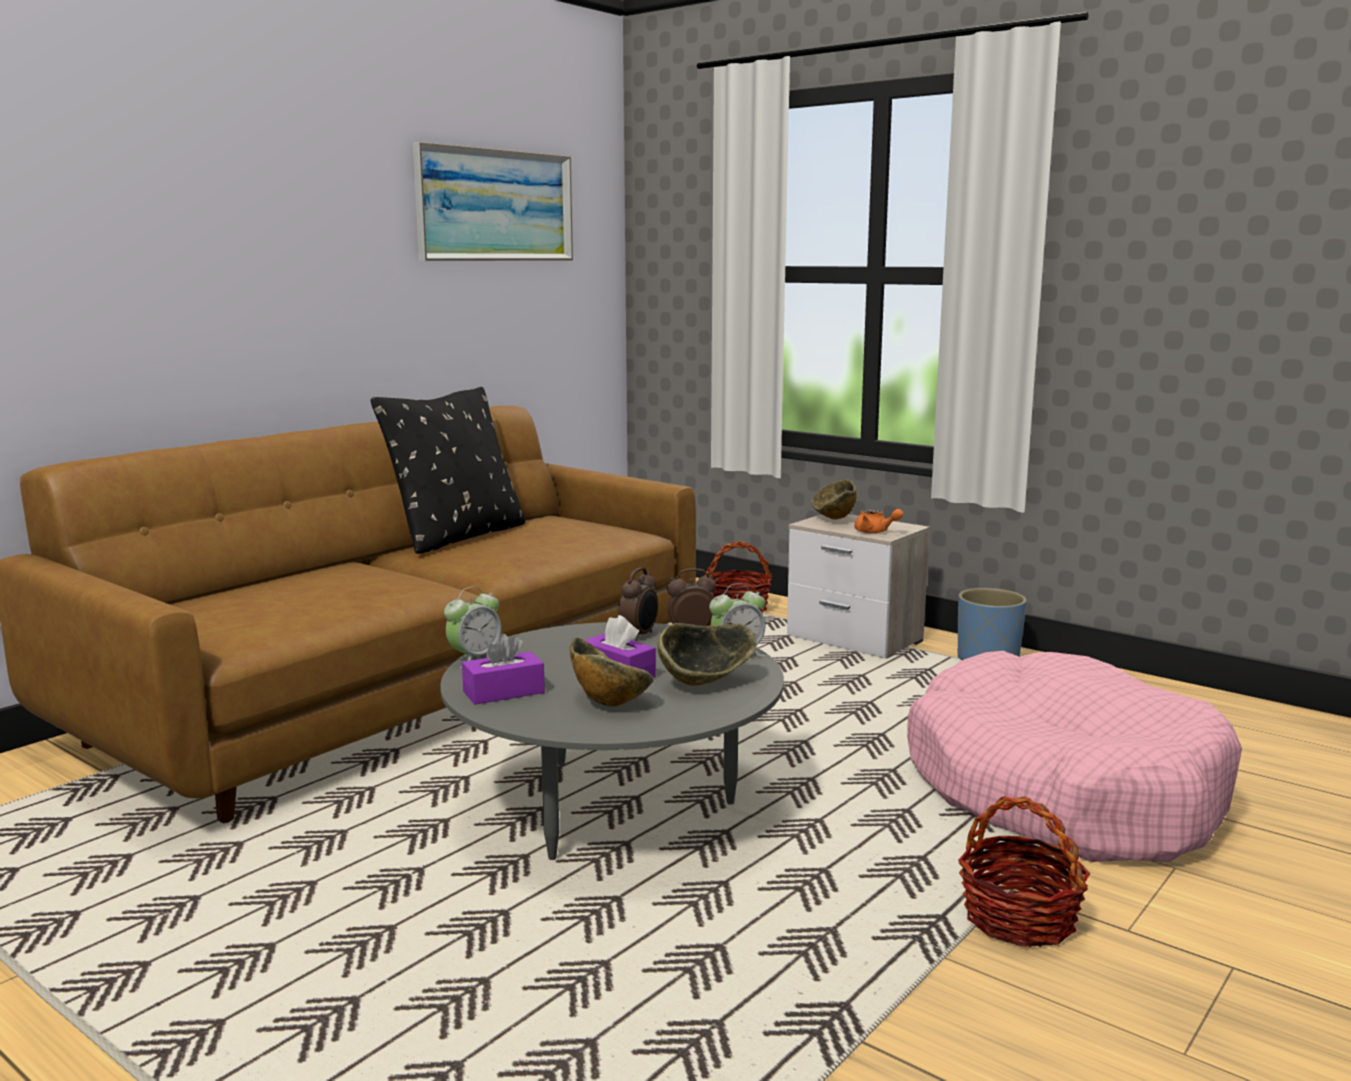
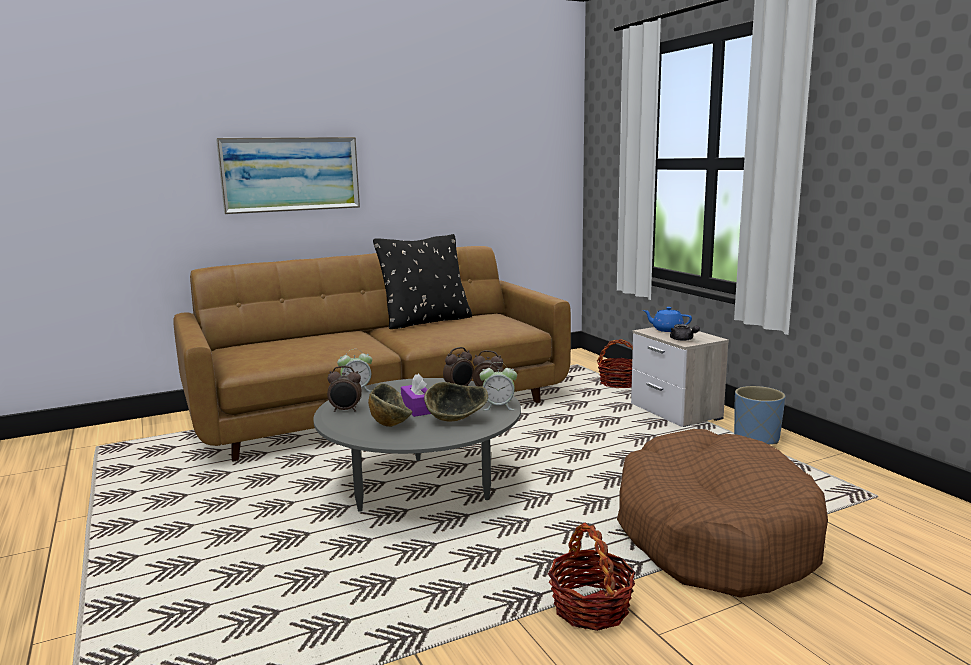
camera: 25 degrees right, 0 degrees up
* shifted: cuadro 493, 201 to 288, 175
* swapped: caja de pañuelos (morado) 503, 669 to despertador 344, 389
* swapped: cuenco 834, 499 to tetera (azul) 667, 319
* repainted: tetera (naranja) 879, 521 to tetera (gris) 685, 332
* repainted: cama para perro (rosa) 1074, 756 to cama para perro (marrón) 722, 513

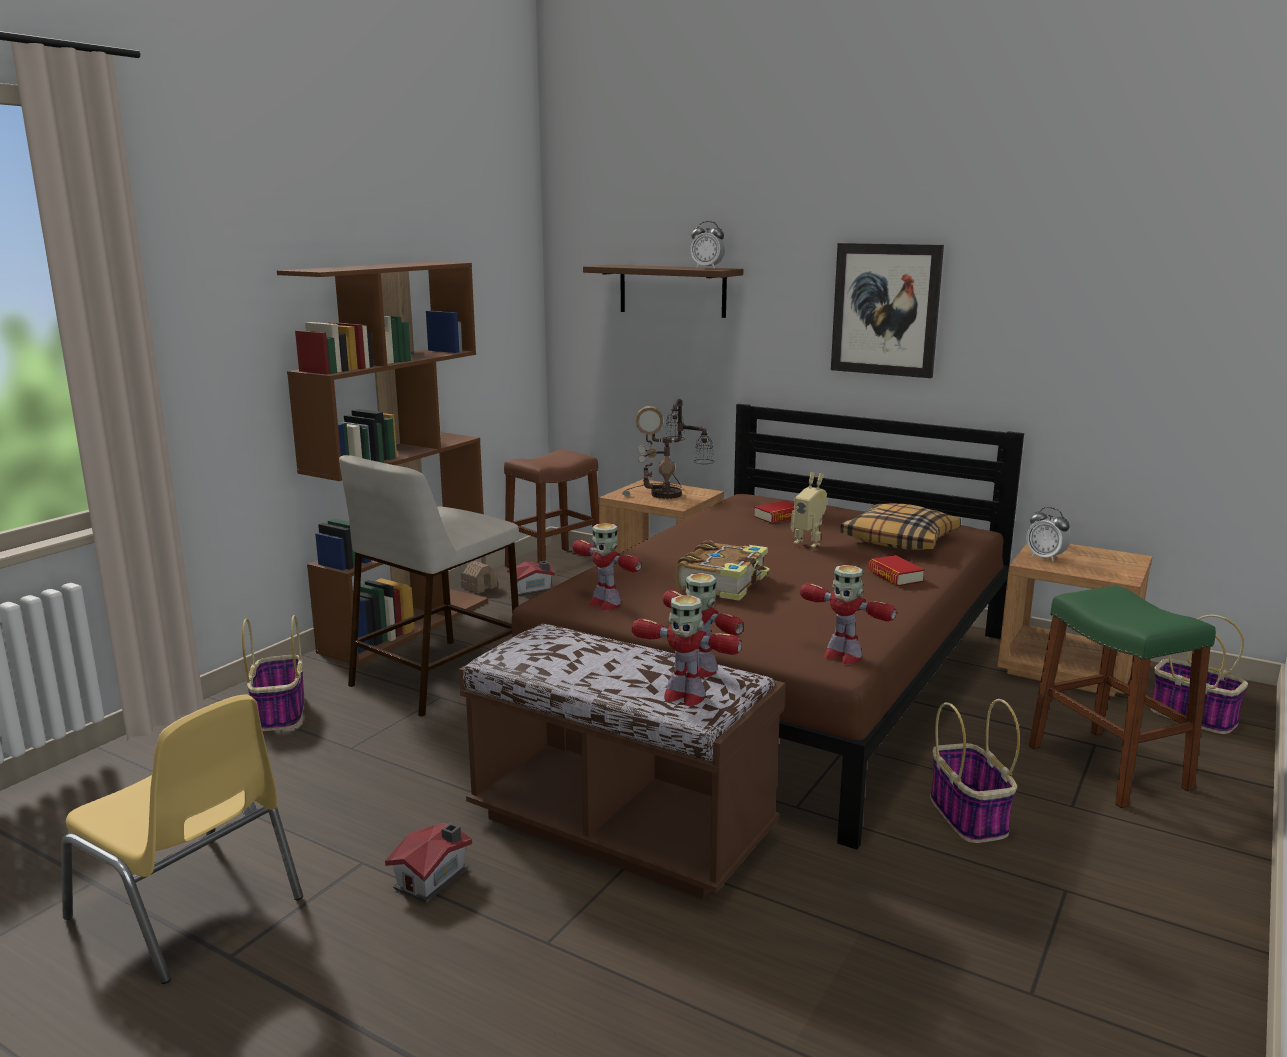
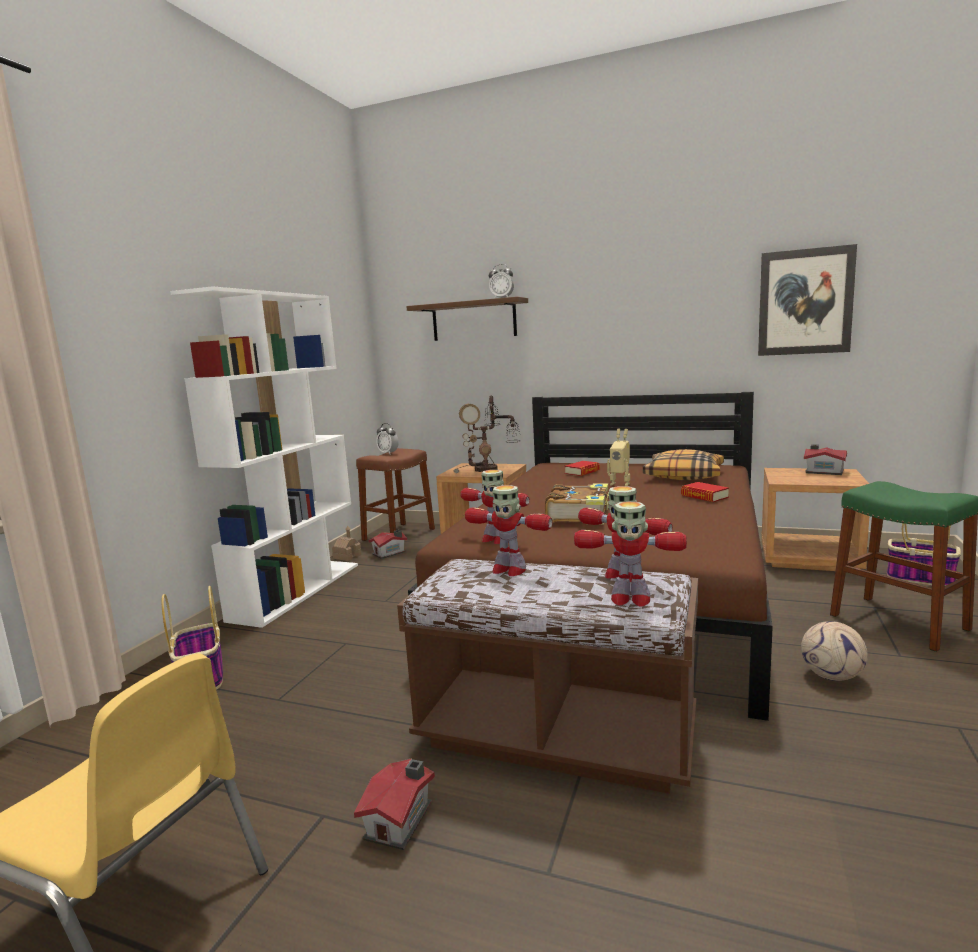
camera: 10 degrees left, 5 degrees down
* repainted: estantería (marrón) 382, 463 to estantería (blanco) 264, 457
* gone: taburete (beis) 429, 586
* shifted: robot de juguete 848, 614 to 509, 530
* shifted: cuadro 887, 310 to 807, 300
* swapped: cesta 975, 771 to balón de fútbol 834, 651
* shifted: despertador 1048, 534 to 387, 439
* new: casita 825, 459

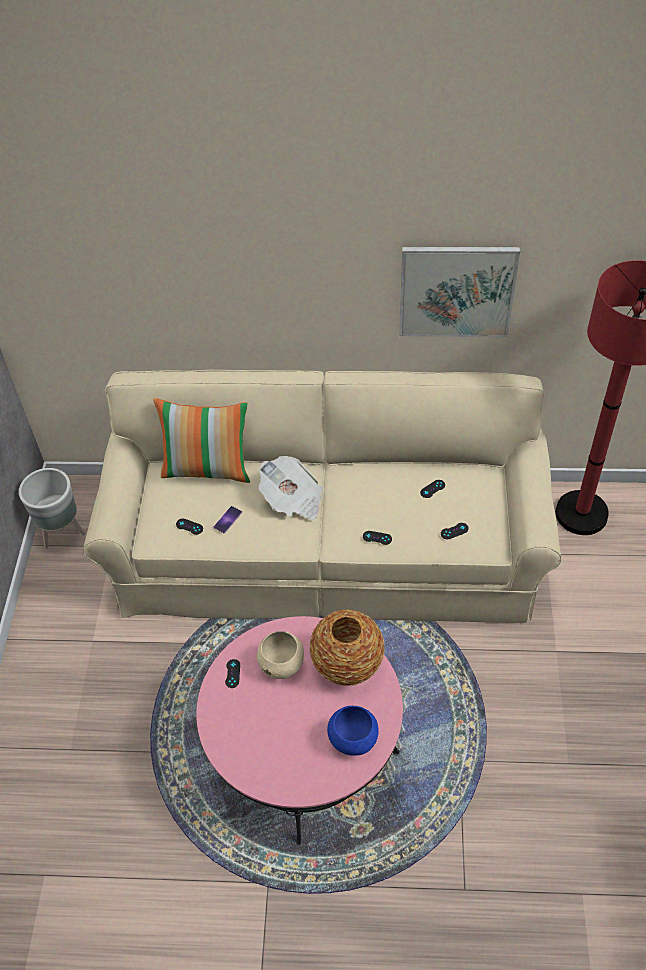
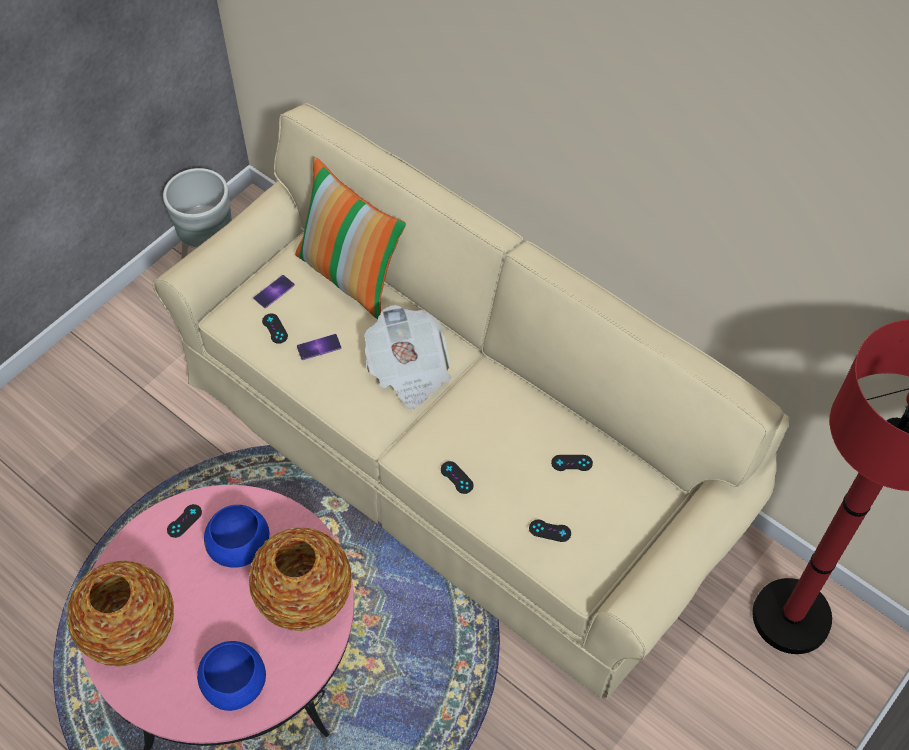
camera: 35 degrees right, 5 degrees up
* repainted: cuenco (beis) 280, 655 to cuenco (azul) 236, 536
* gone: cuadro 459, 292
* new: florero 120, 613
* new: móvil 274, 291

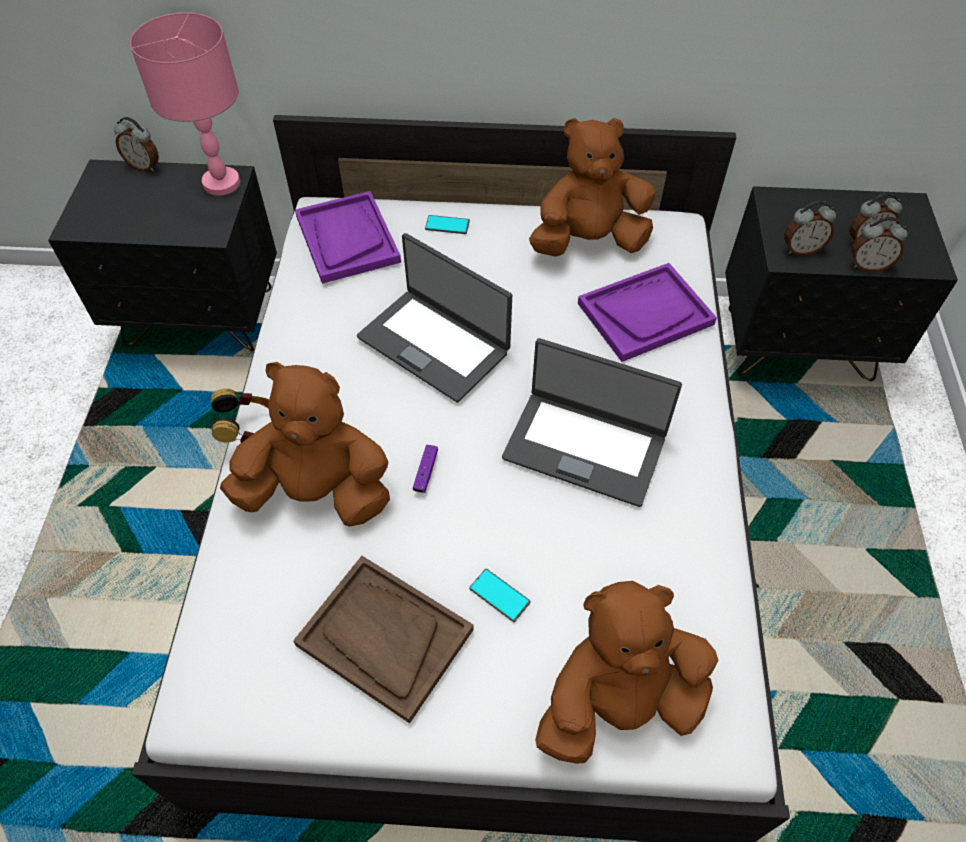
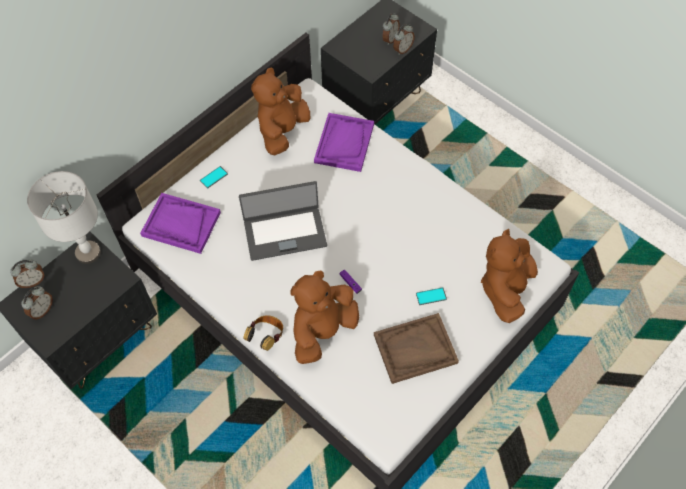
camera: 50 degrees left, 5 degrees up
* repainted: lámpara de mesa (rosa) 185, 104 to lámpara de mesa (gris) 64, 217
* gone: portátil 592, 422
* shifted: despertador 810, 228 to 37, 303

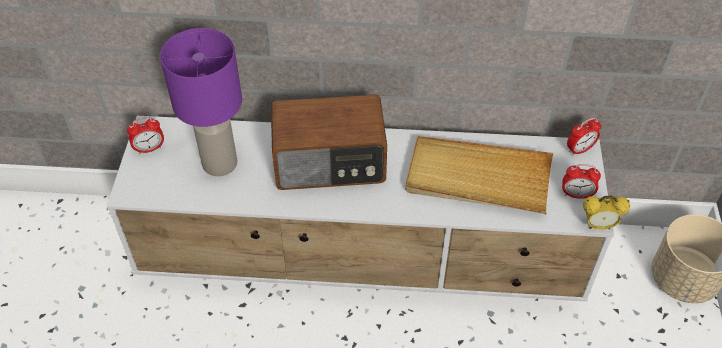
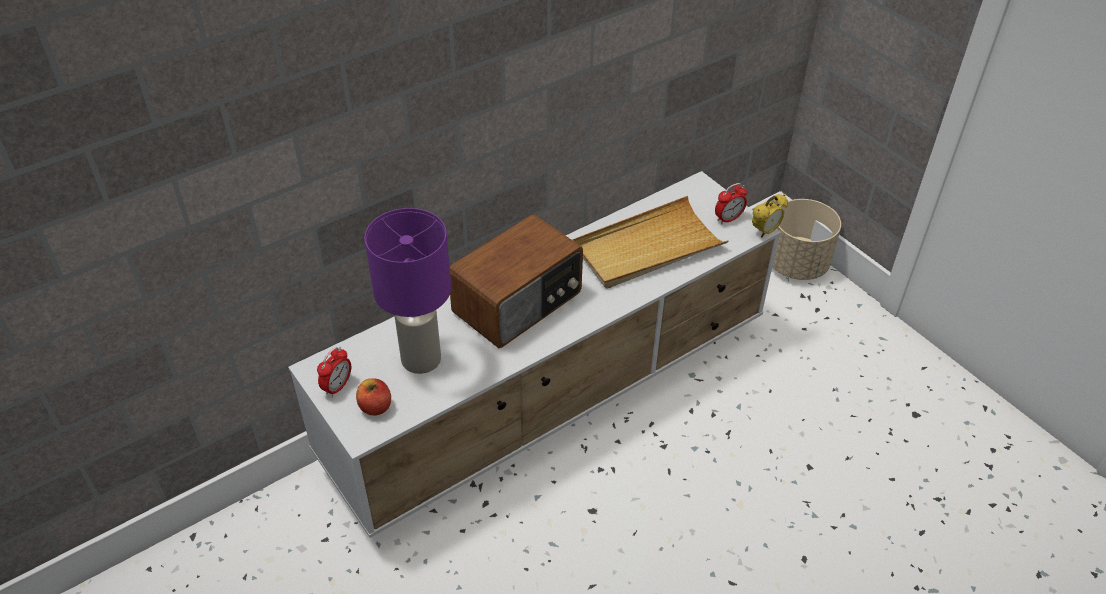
camera: 40 degrees left, 5 degrees down
* gone: despertador 584, 137
* new: manzana 373, 397

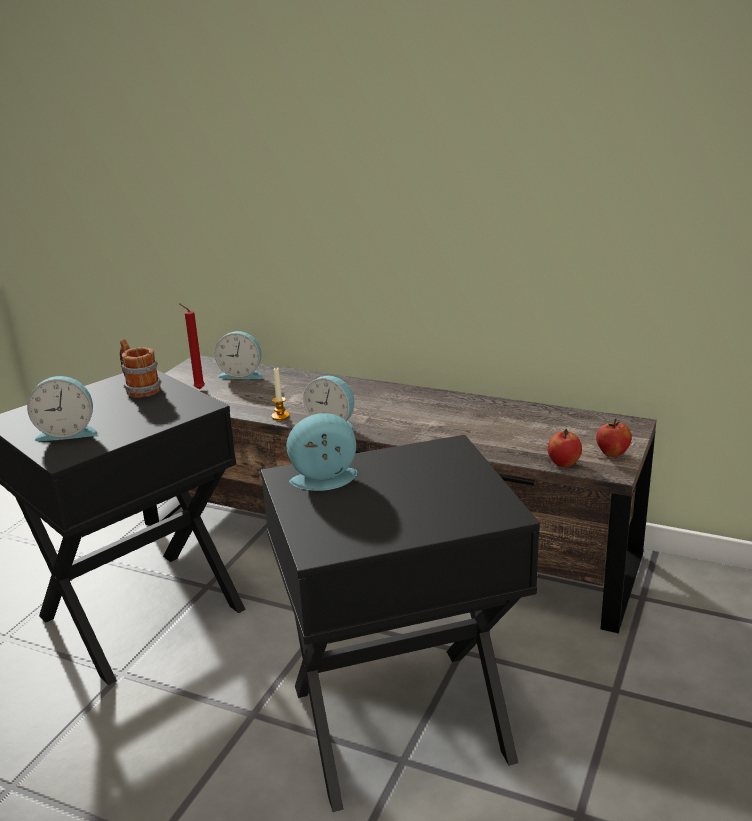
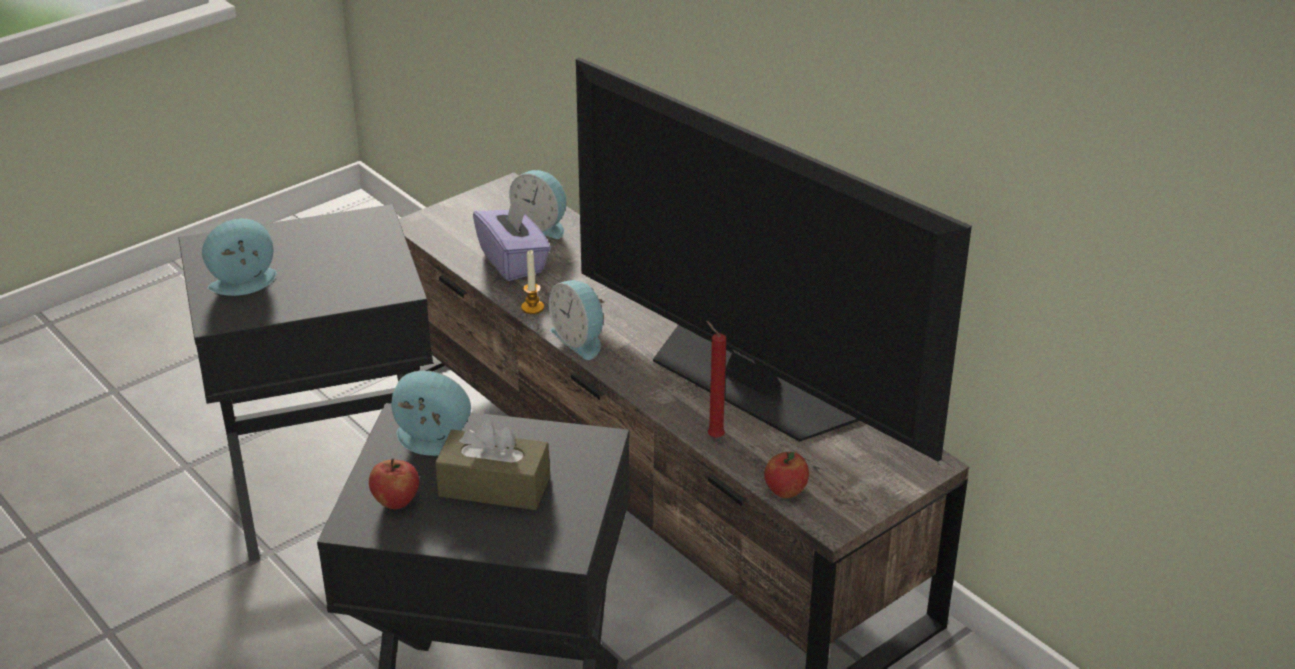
camera: 25 degrees right, 10 degrees up
* rotated: despertador 62, 409 = 239, 257 135 degrees clockwise
* gone: taza grande 141, 368
* shifted: vela (rojo) 192, 346 to 716, 379
* shifted: manzana 614, 437 to 394, 483
* new: caja de pañuelos (marrón) 492, 465
* new: caja de pañuelos (morado) 512, 239
* new: televisor 774, 259

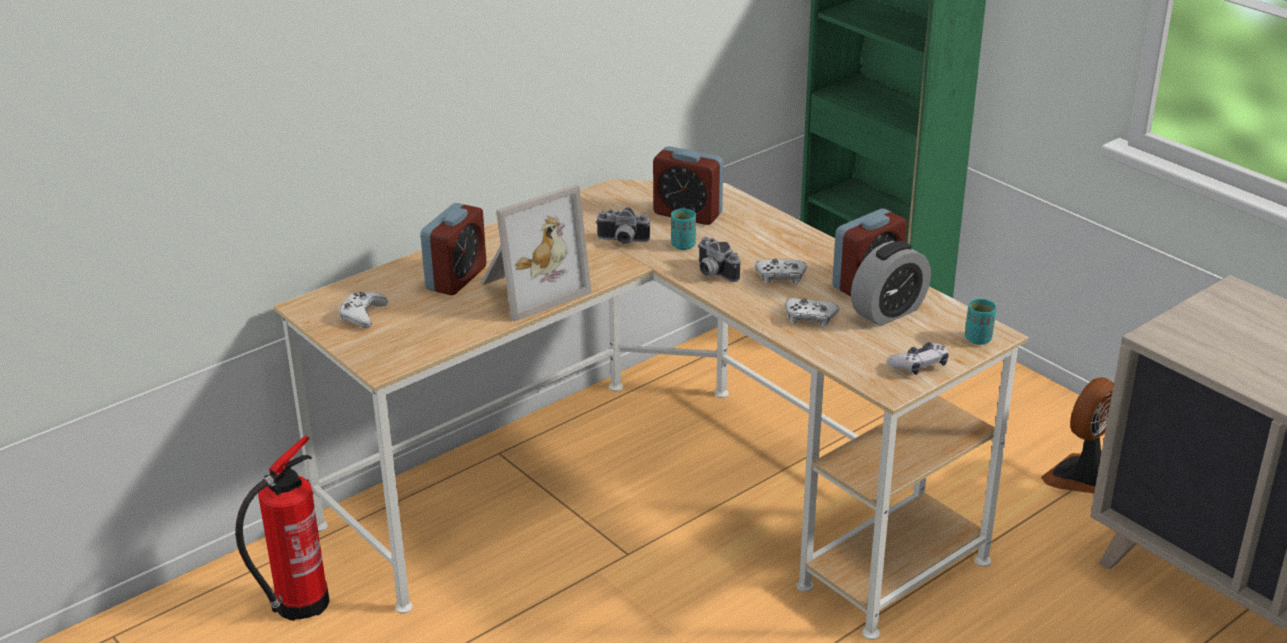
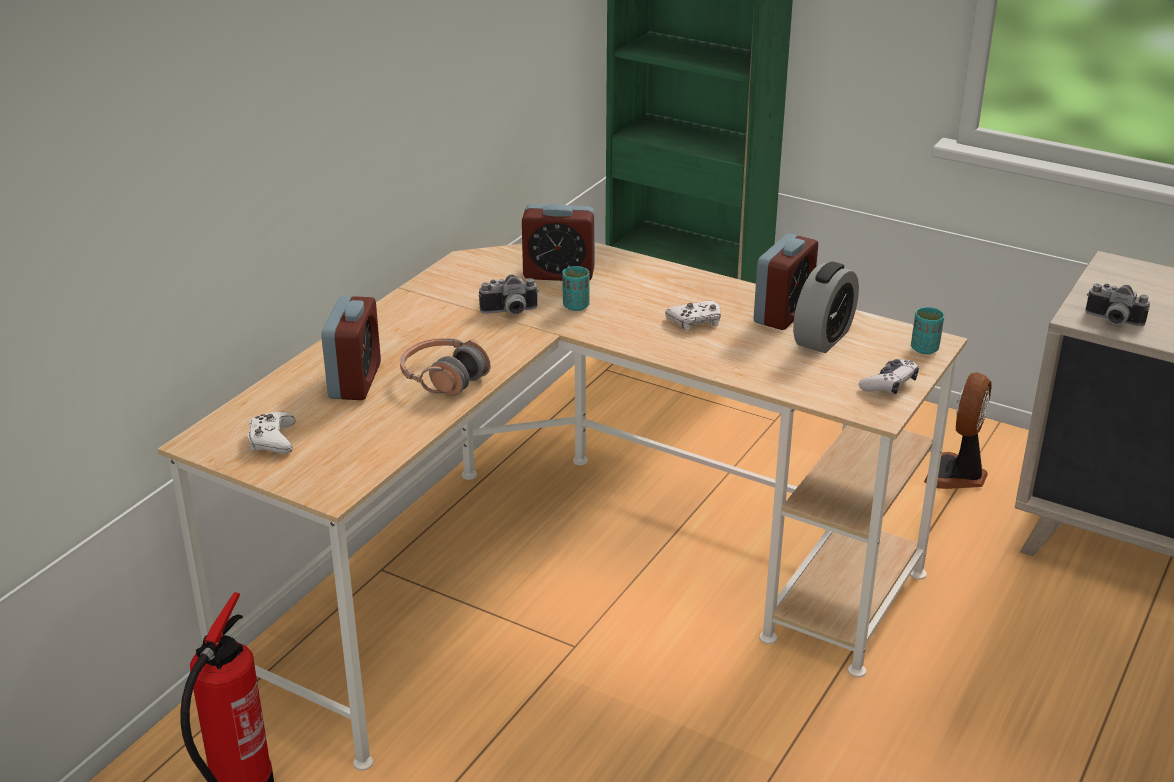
camera: 20 degrees left, 0 degrees up
* swapped: portarretratos 536, 252 to auriculares 445, 367
* shifted: cámara 719, 259 to 1117, 305
* gone: mando de consola (blanco) 812, 313

